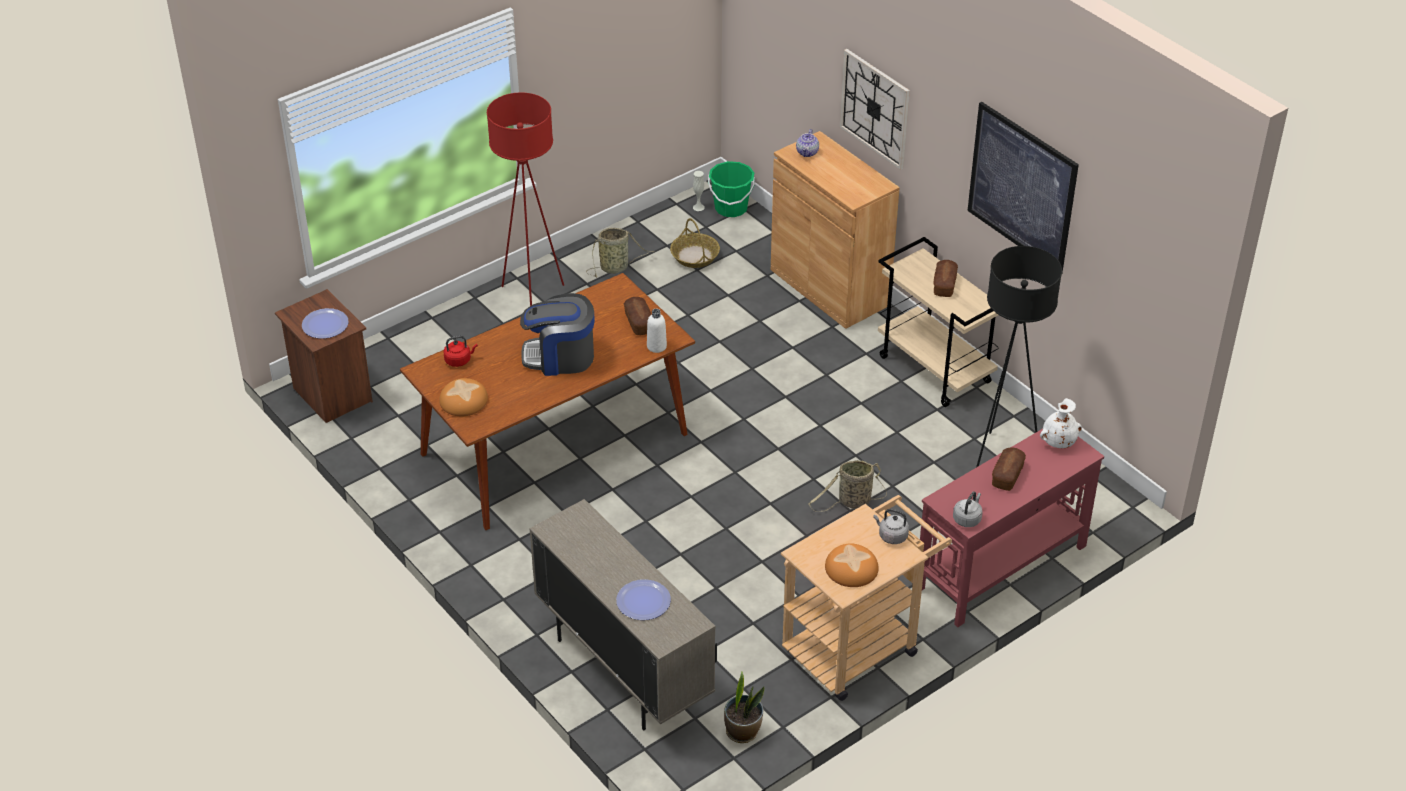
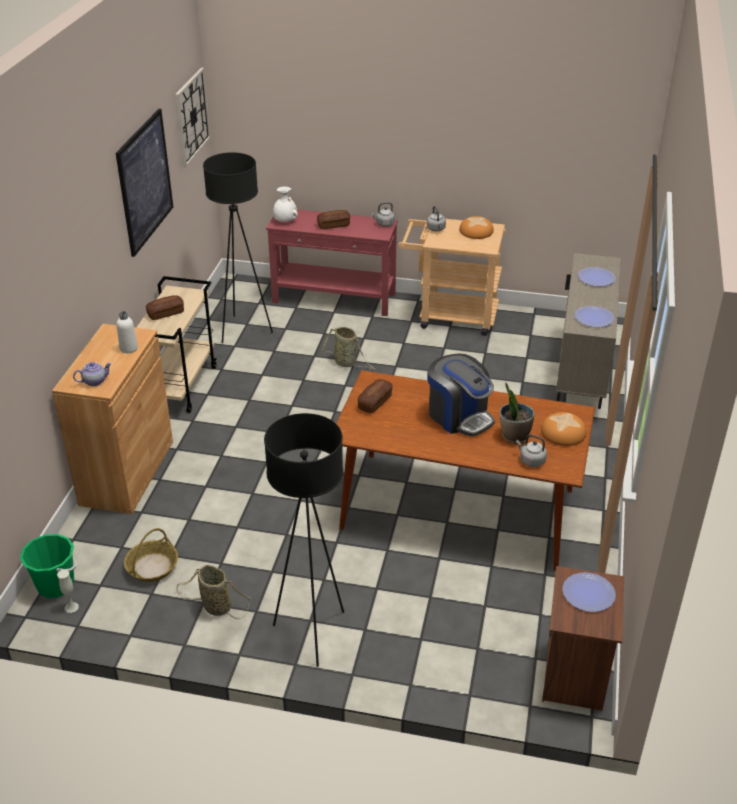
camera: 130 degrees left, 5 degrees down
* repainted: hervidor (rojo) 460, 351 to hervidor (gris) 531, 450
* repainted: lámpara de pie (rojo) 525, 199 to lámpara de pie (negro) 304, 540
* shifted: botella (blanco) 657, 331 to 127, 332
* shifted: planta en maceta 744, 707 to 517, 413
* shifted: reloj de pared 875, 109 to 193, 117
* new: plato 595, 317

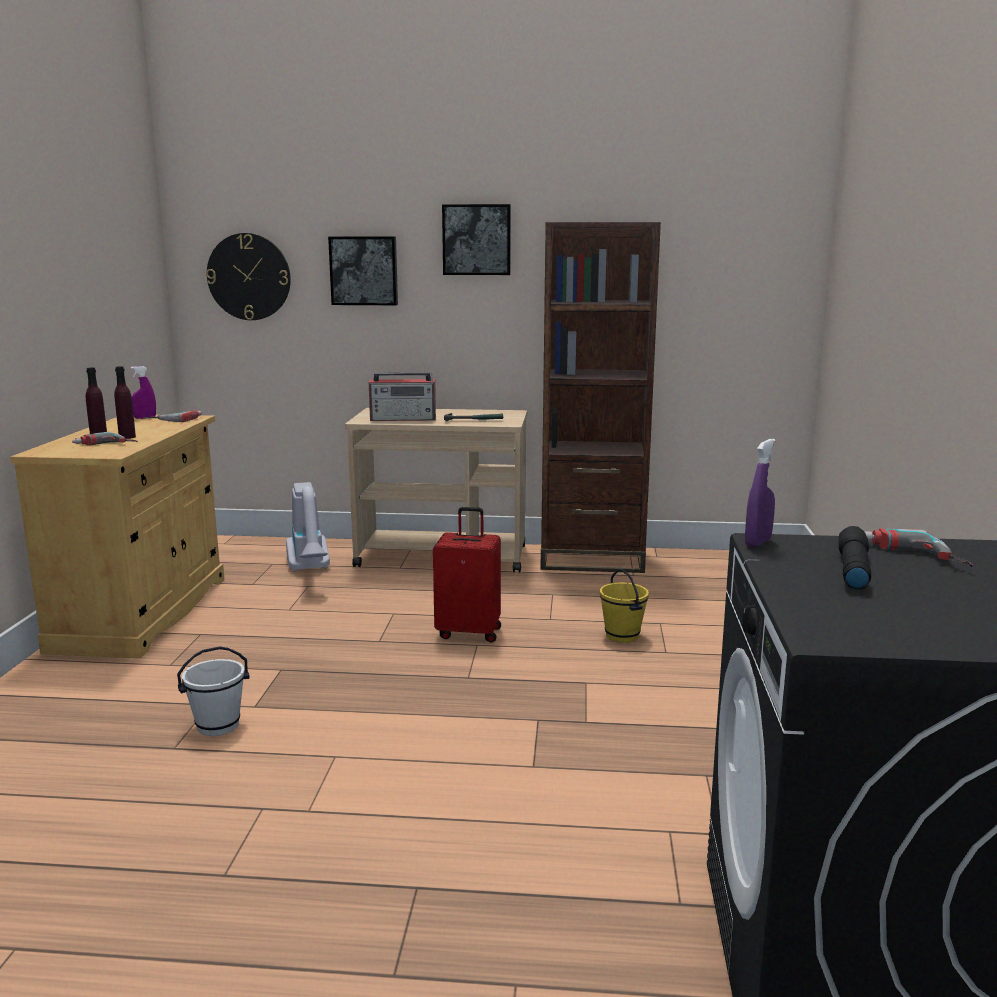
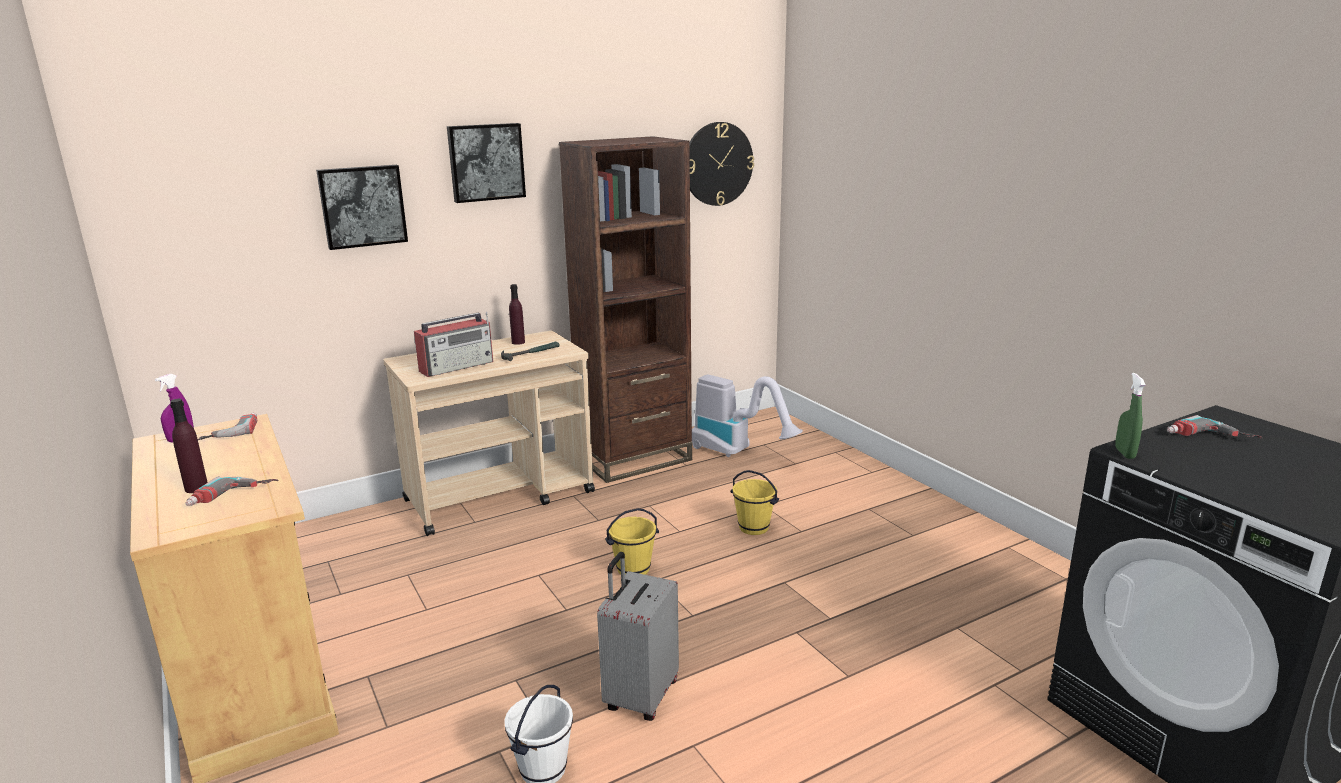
camera: 35 degrees left, 5 degrees up
* shifted: botella (morado) 125, 402 to 517, 314
* shifted: reloj de pared 248, 276 to 722, 164
* shifted: aspiradora 308, 527 to 747, 416
* swapped: maleta (rojo) 467, 574 to cubo (amarillo) 632, 541
* repainted: pulverizador (morado) 760, 493 to pulverizador (verde) 1130, 416
* gone: linterna (negro) 854, 557
* new: maleta (gris) 638, 636

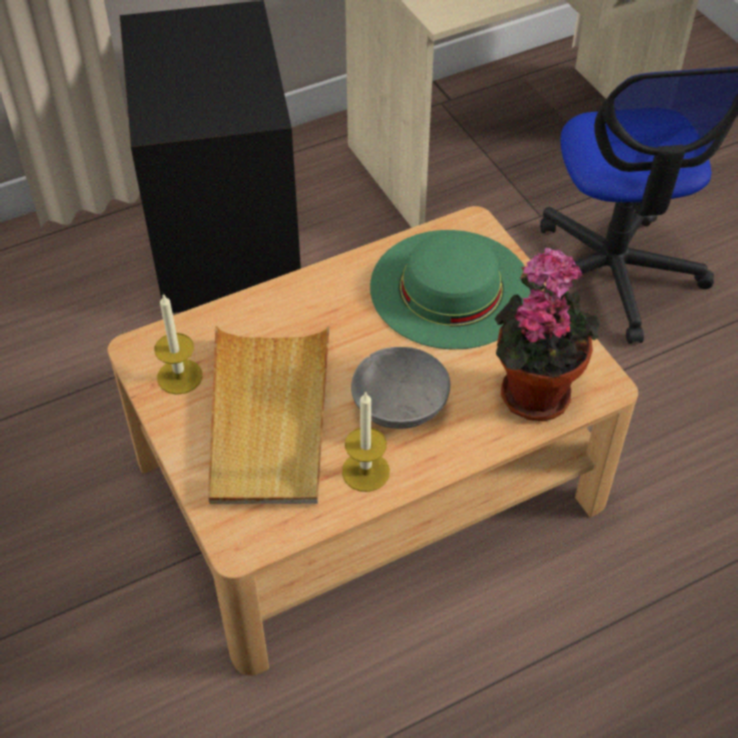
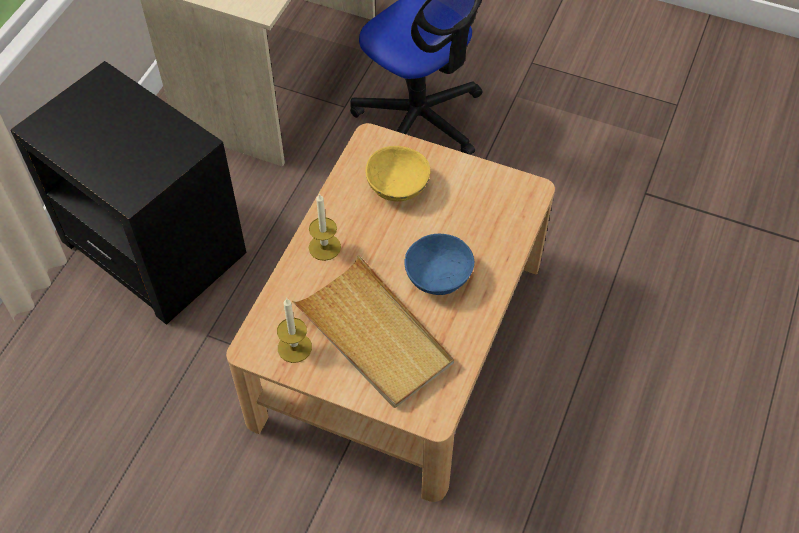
camera: 40 degrees left, 5 degrees up
* shifted: vela 366, 441 to 325, 227
* repainted: cuenco (gris) 400, 388 to cuenco (azul) 439, 264
* swapped: sombrero (verde) 450, 289 to cuenco (amarillo) 397, 174
* gone: planta en maceta 547, 334

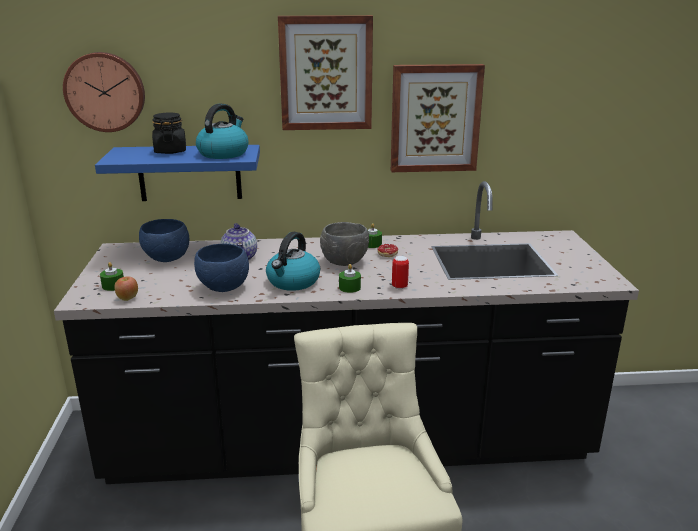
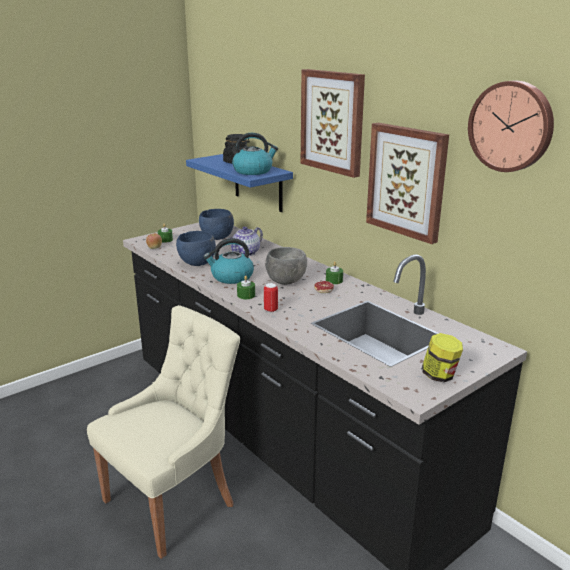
camera: 55 degrees right, 0 degrees up
* shifted: reloj de pared 104, 92 to 511, 126
* new: tarro 442, 357

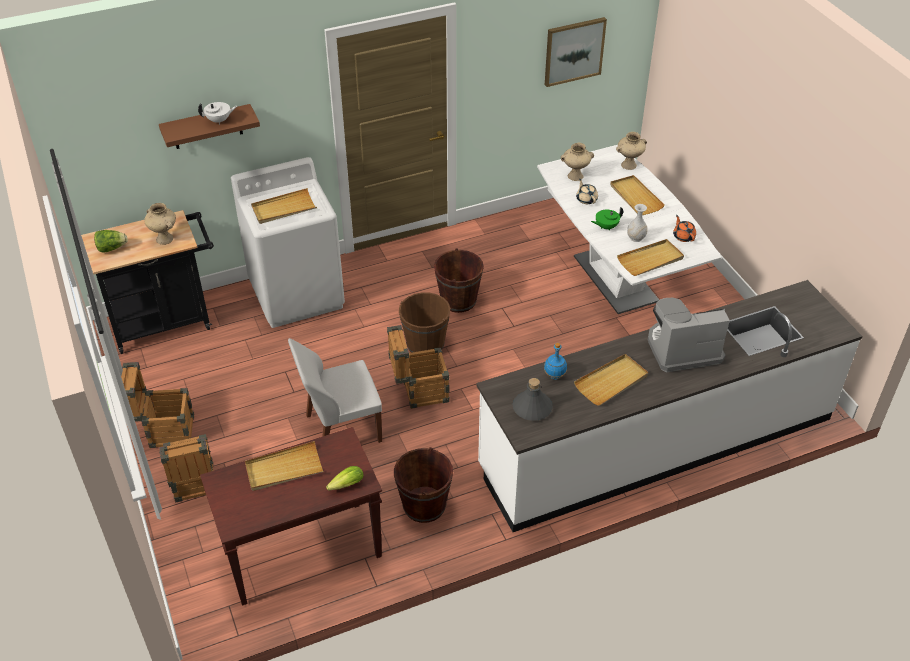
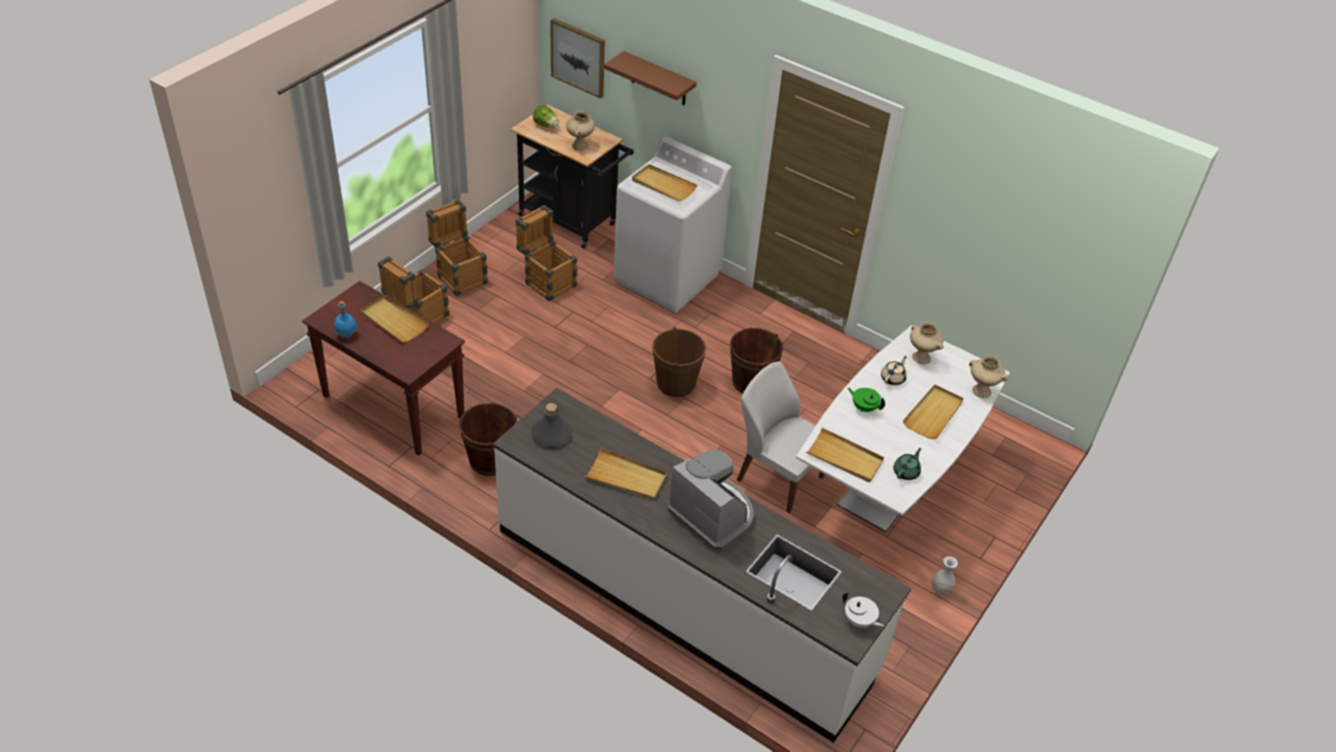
camera: 55 degrees right, 0 degrees up
* shifted: tetera (blanco) 217, 113 to 863, 610
* shifted: silla (blanco) 335, 390 to 781, 437
* gone: lechuga 344, 478
* shifted: caja de embalaje 418, 367 to 546, 253
* shifted: botella (azul) 555, 361 to 345, 319
* shifted: cuadro 576, 52 to 577, 58
* shifted: florero (blanco) 637, 223 to 945, 575
* repainted: tetera (naranja) 684, 228 to tetera (verde) 907, 464

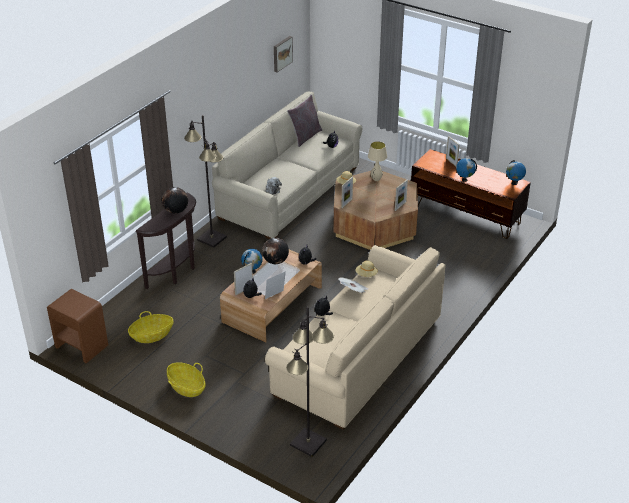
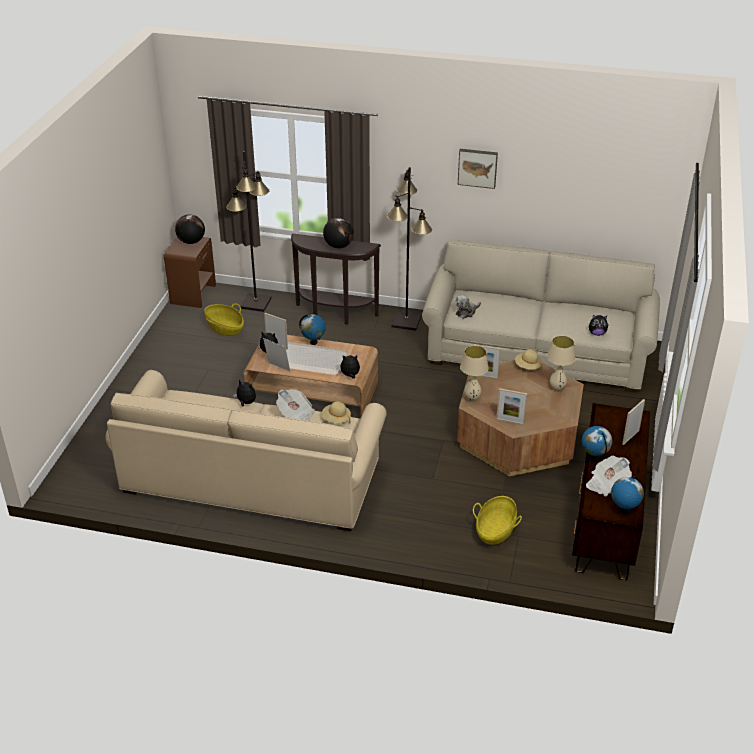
camera: 70 degrees right, 0 degrees up
* shifted: cesta 186, 379 to 497, 520
* shifted: globo terráqueo 275, 251 to 190, 229
* shifted: cuadro 283, 54 to 478, 169
* shifted: lámpara de pie (negro) 310, 382 to 249, 231
* gone: cojín (gris) 304, 121
* new: lámpara de mesa (beis) 474, 374
* new: periódico 609, 476

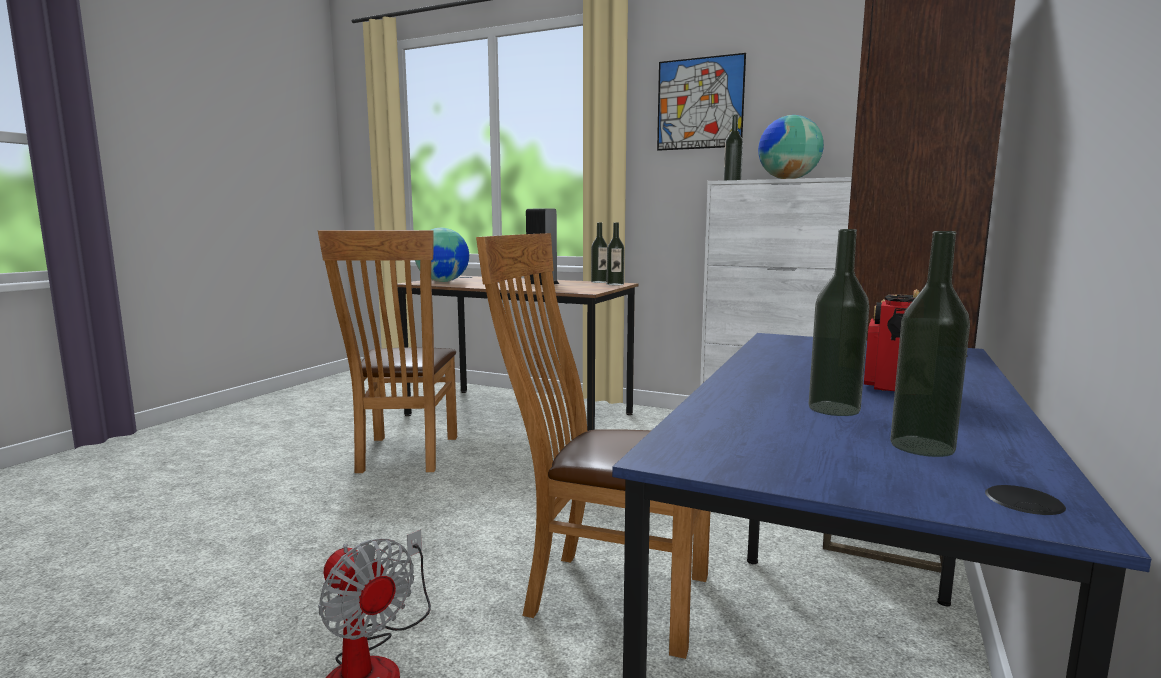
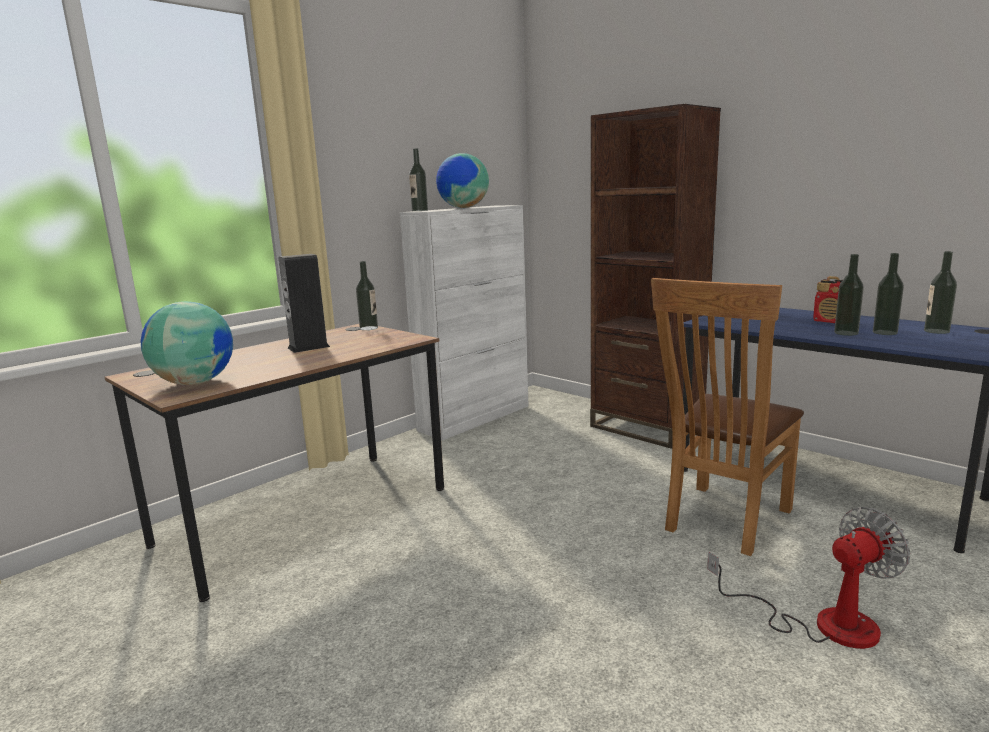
camera: 70 degrees left, 5 degrees up
* gone: silla (marrón) 387, 351
* shifted: botella 599, 252 to 849, 295
* gone: cuadro 701, 102

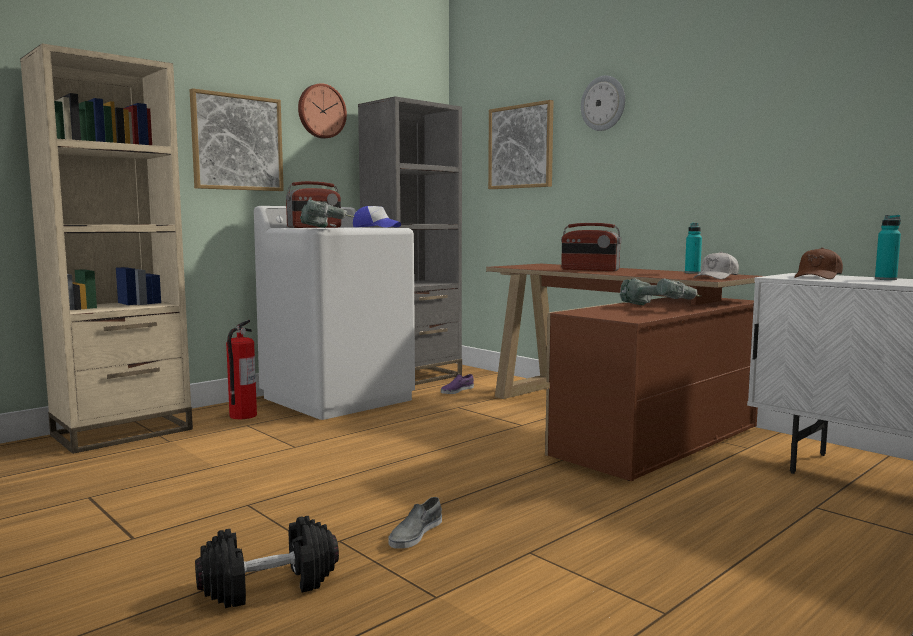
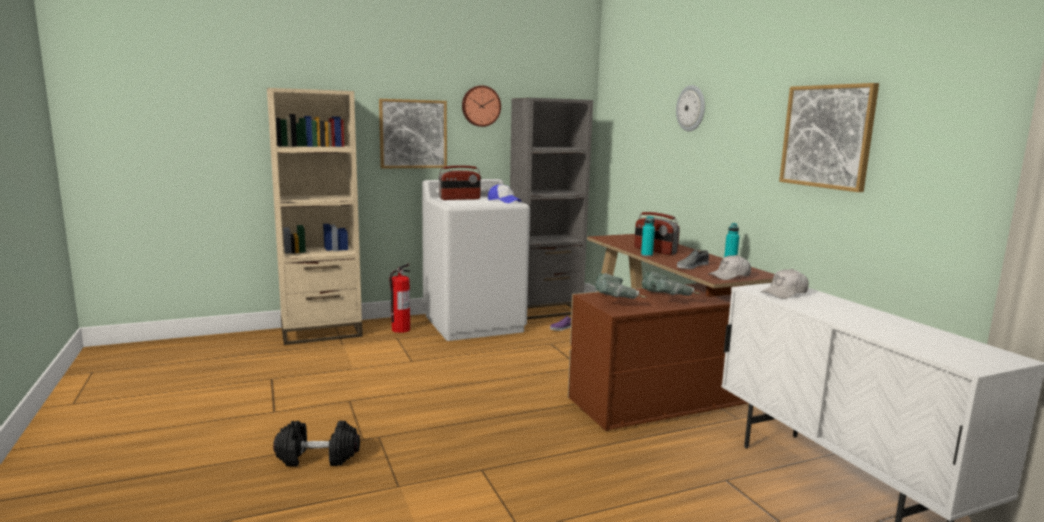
camera: 20 degrees right, 5 degrees up
* shifted: taladro 327, 214 to 620, 286
* shifted: zapato (gris) 415, 523 to 693, 259
* shifted: cuadro 520, 144 to 829, 137
* repainted: gorra (marrón) 818, 263 to gorra (blanco) 784, 284
* shifted: botella (turquesa) 888, 247 to 648, 236

